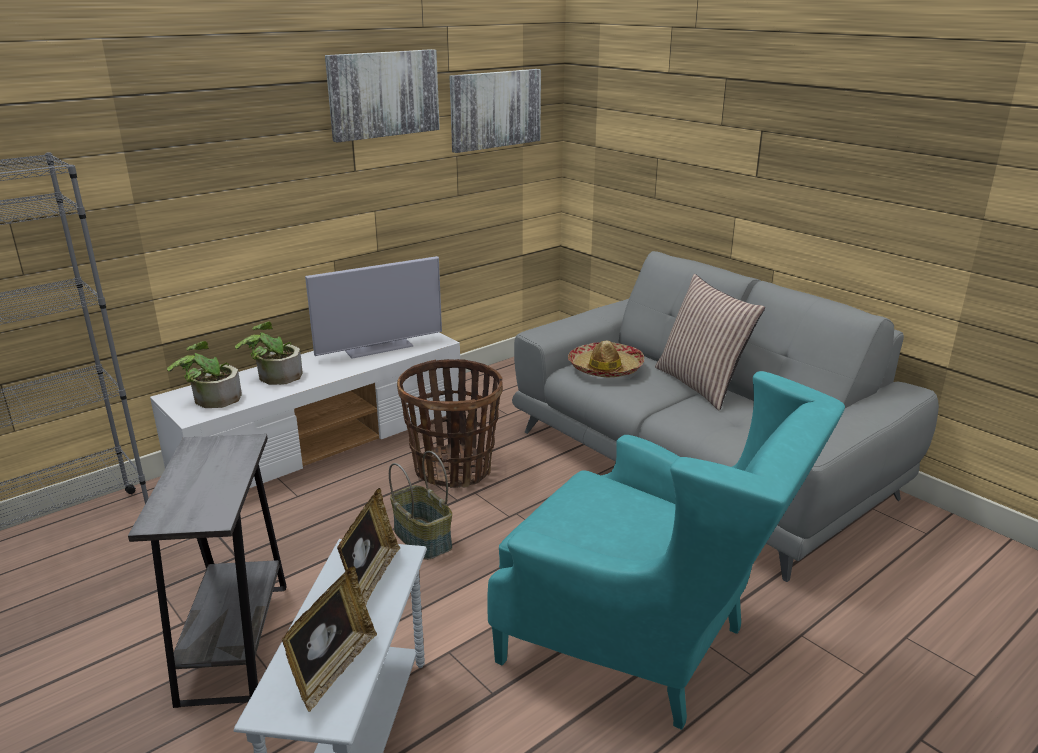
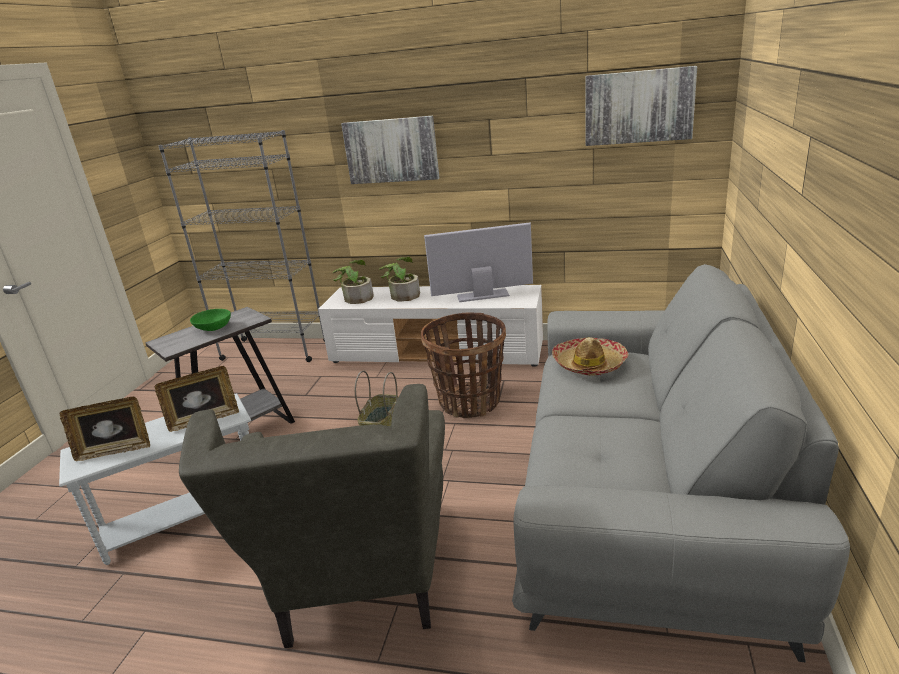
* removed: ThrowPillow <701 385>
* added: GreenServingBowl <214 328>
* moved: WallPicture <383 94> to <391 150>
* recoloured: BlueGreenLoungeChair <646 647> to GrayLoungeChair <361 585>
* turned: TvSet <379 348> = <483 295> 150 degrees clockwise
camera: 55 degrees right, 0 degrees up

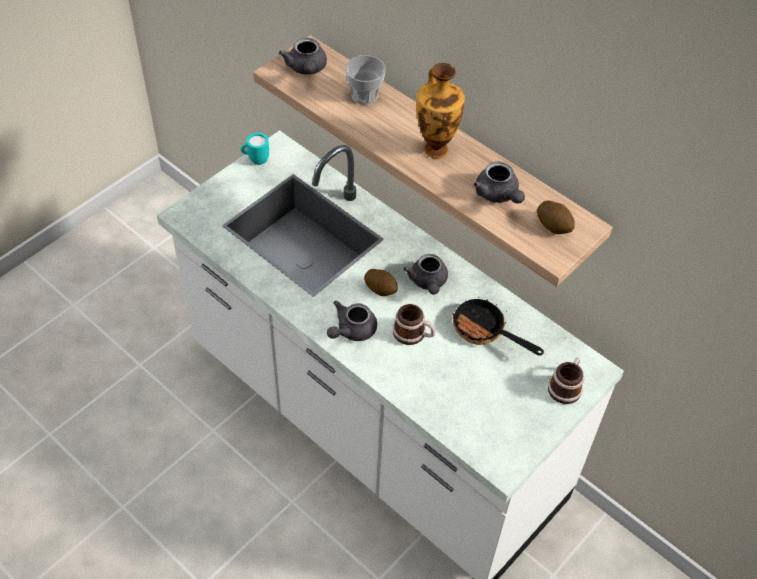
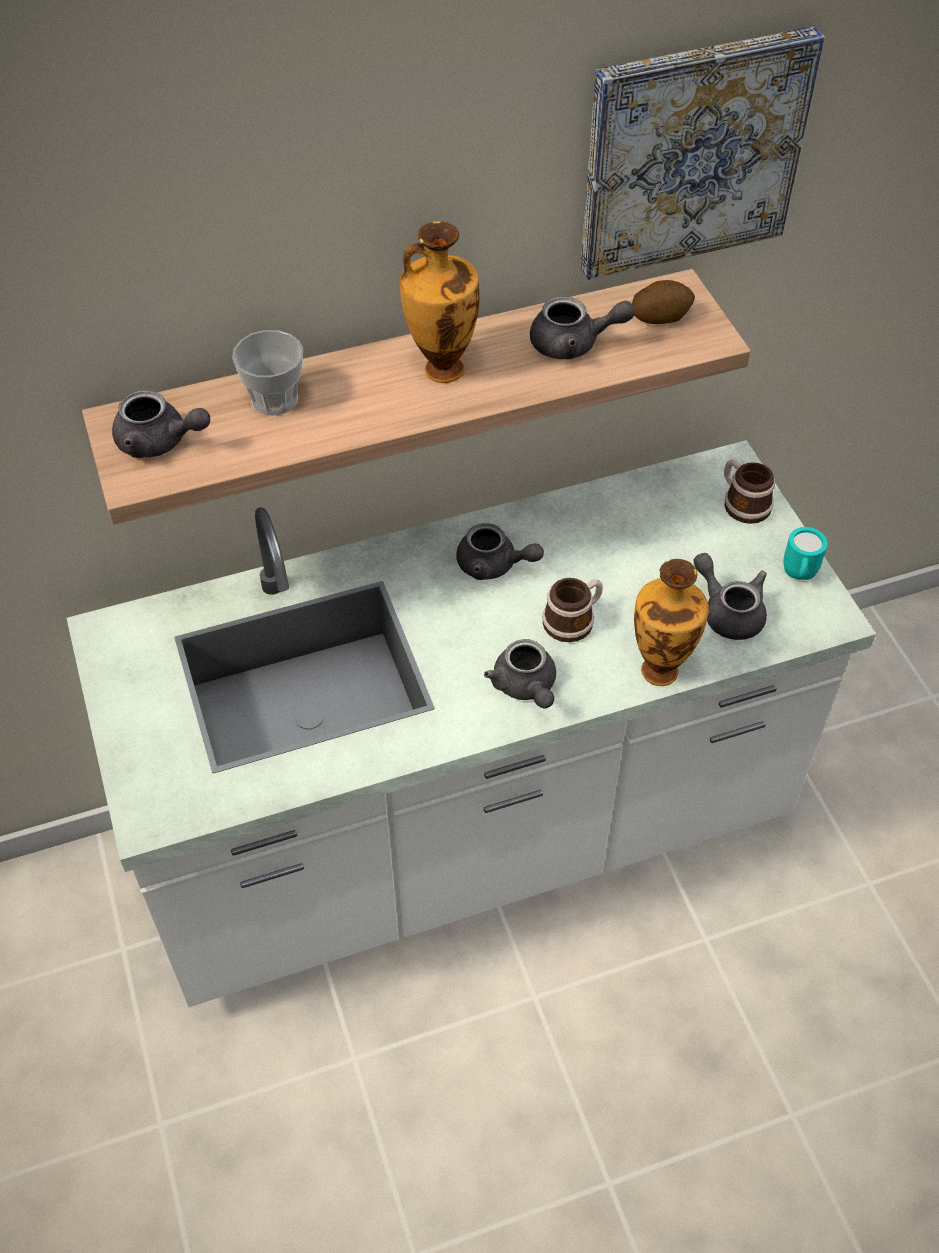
* removed: Potato <381 288>
* removed: Skillet <485 331>
* added: WallPicture <691 152>
* added: DecorativeVase <660 668>
* added: GrayPotForTea <728 611>
* moved: BlueGreenMug <255 160> to <798 576>
camera: 60 degrees left, 0 degrees up

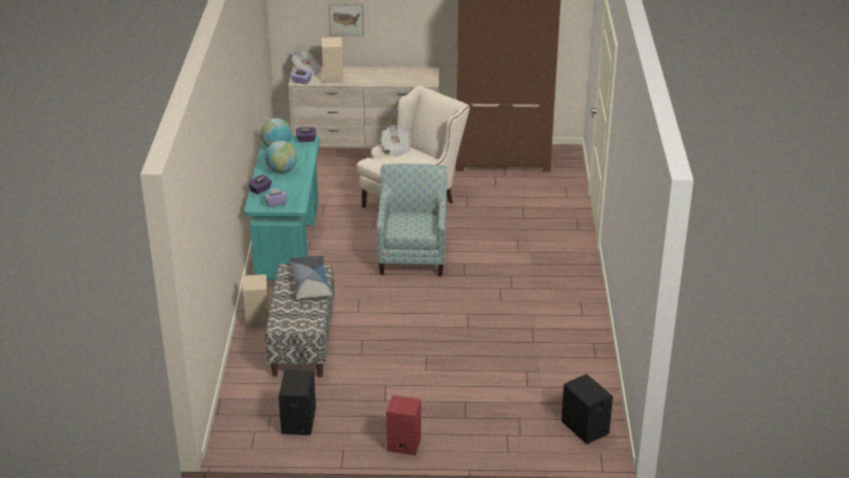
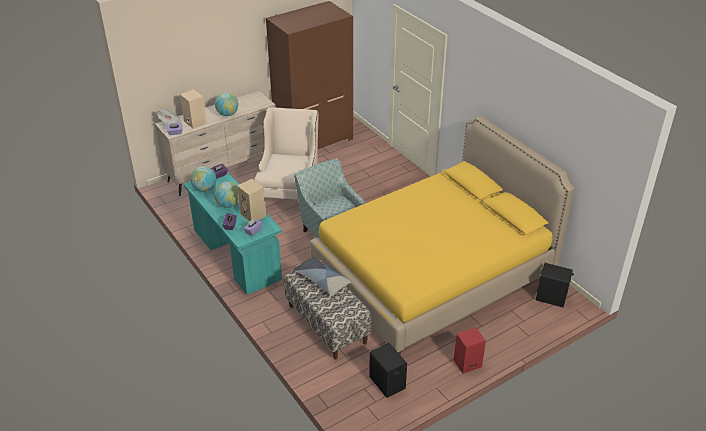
* removed: WallPicture <346 19>
* removed: PrintedPaper <396 149>
* added: Globe <227 114>
* added: YellowSleepingBed <433 273>
* moved: BeigeColouredLoudspeaker <258 320> to <254 215>
camera: 35 degrees left, 5 degrees up

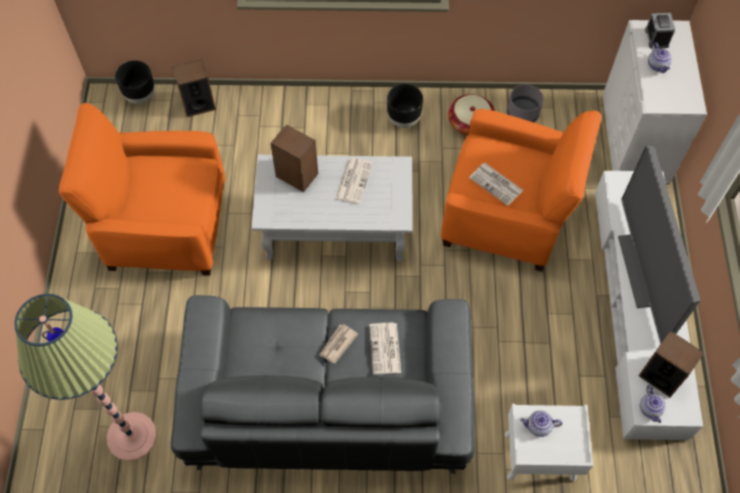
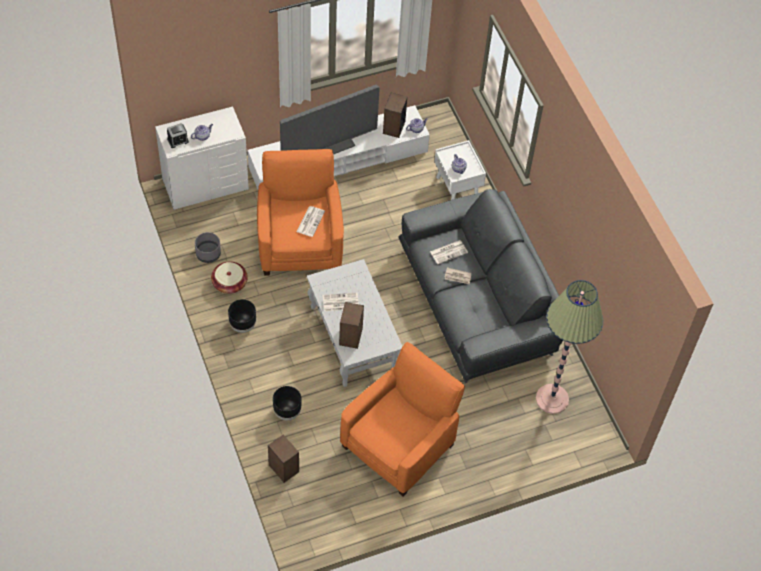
* moved: BlackPlanter <141 96> to <287 412>
* turned: OrangeColouredLoungeChair <165 226> = <399 444> 120 degrees counterclockwise
camera: 115 degrees left, 5 degrees down

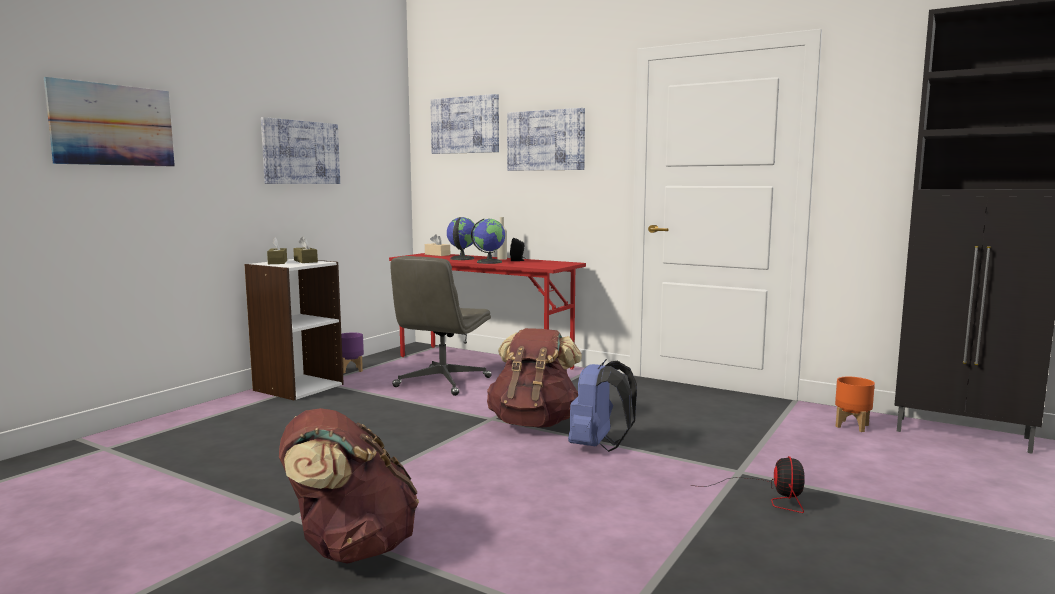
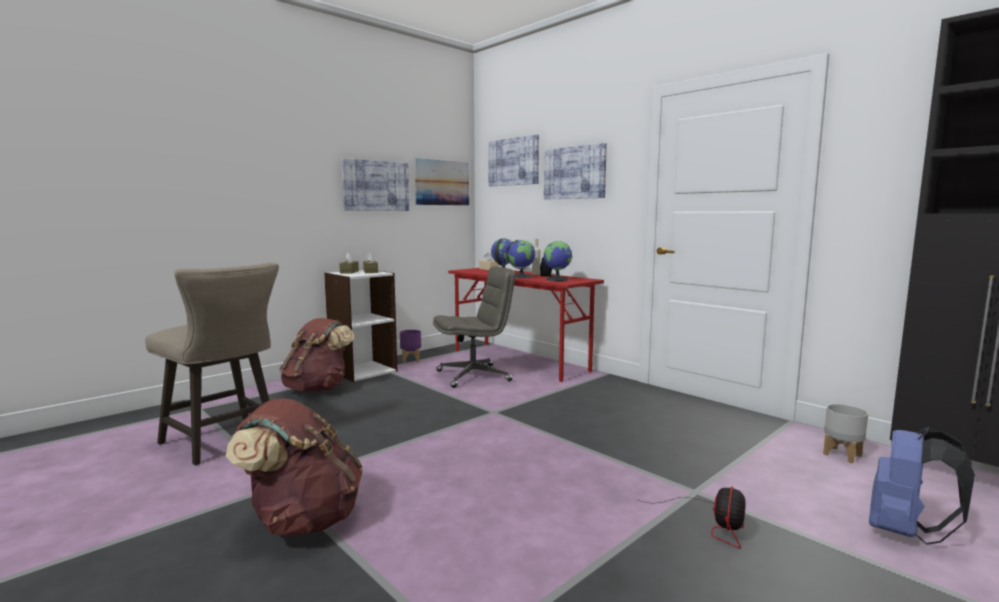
* added: BeigeColouredStoolSeat <224 442>
* added: Globe <557 279>
* moved: WallPicture <113 125> to <442 183>
* moved: BrownBackpack <534 423> to <318 389>
* moved: BluishBackpack <598 446> to <905 532>
* recoloured: OrangeColouredPlanter <852 426> to GrayPlanter <843 455>
* turned: GrayDeskChair <442 382> = <474 376> 150 degrees counterclockwise
camera: 15 degrees right, 0 degrees up

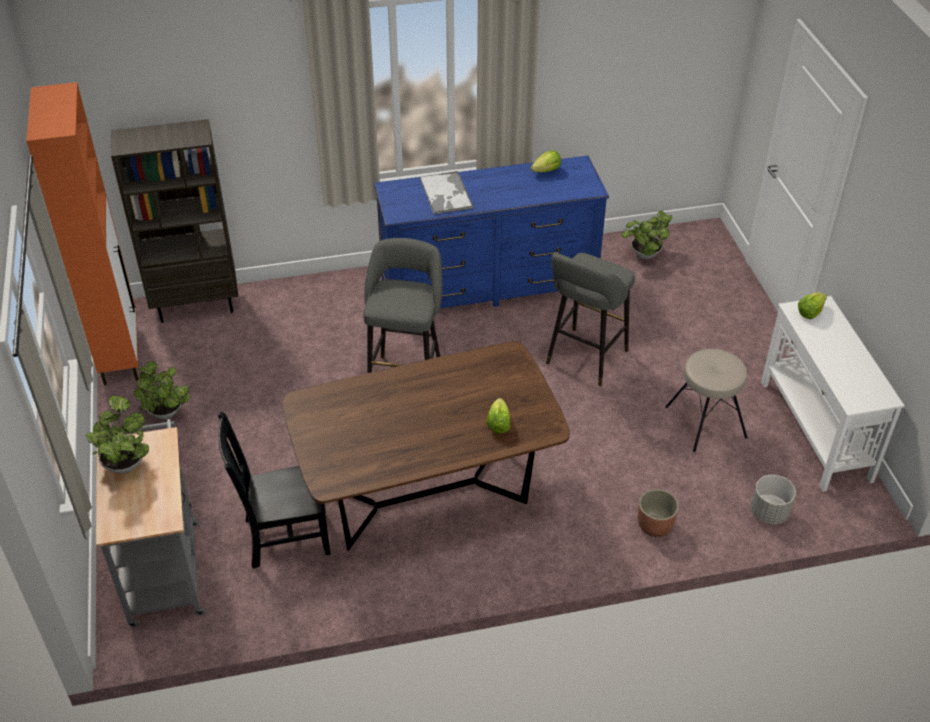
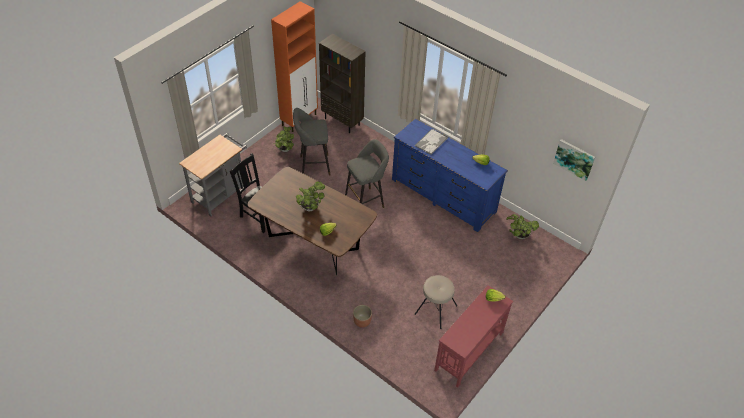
* removed: GrayPlanter <769 513>
* added: WallPicture <574 159>
* moved: PlantInAPot <125 462> to <310 207>
* moved: GrayStoolSeat <584 359> to <312 165>
* recoloured: WhiteColouredNarrowTable <814 431> to RedColouredNarrowTable <468 351>
camera: 50 degrees right, 5 degrees up

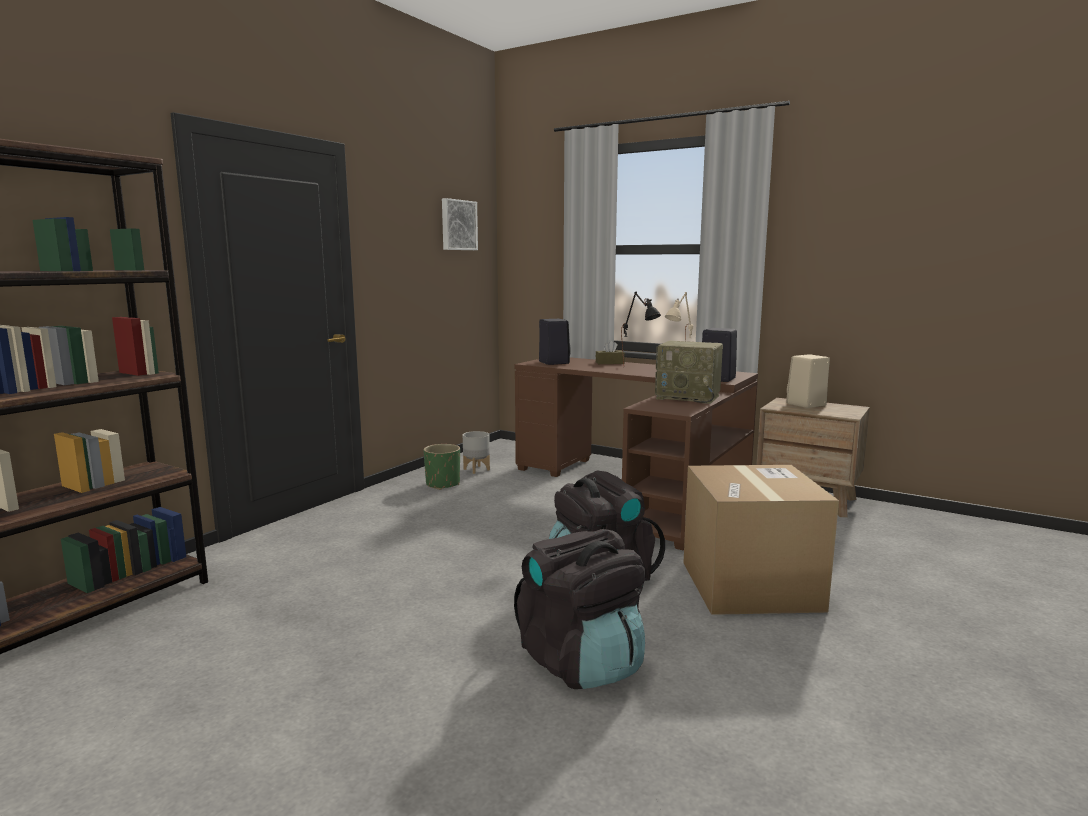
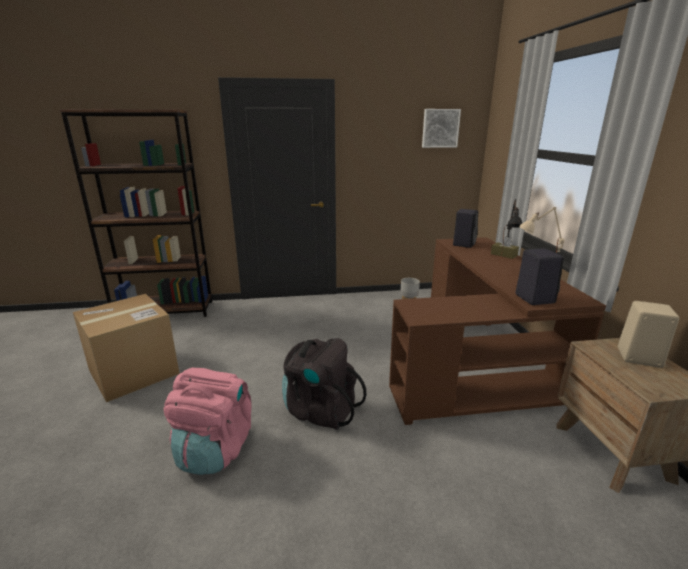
* removed: GreenPlanter <443 484>
* removed: RadioSet <689 397>
* moved: CardboardBox <750 586> to <134 372>
* recoloured: BlackBackpack <581 662> to PinkBackpack <215 449>
camera: 50 degrees right, 10 degrees up

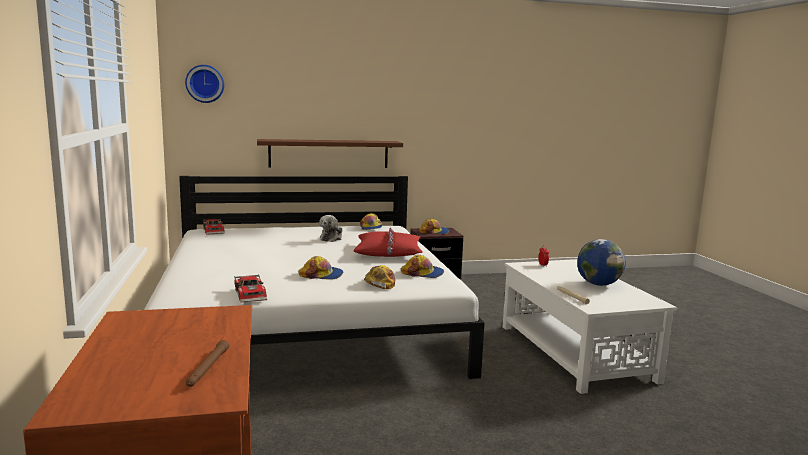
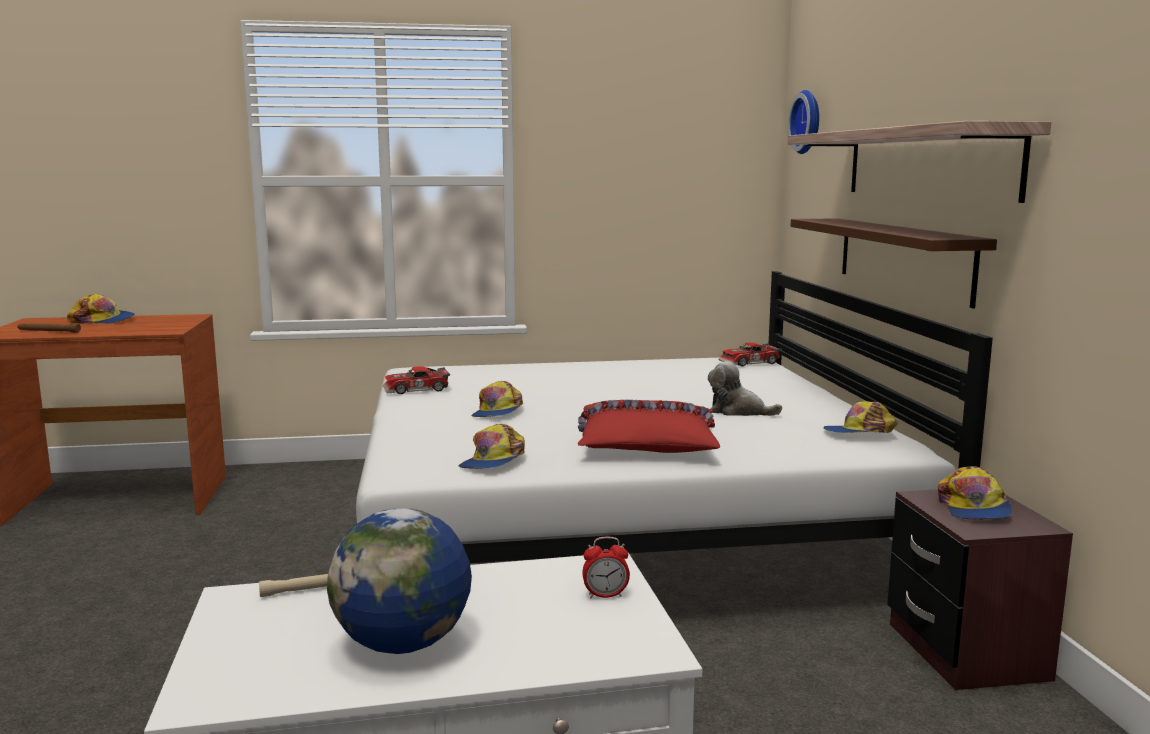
* added: Shelf <926 163>
* moved: Cap <380 283> to <103 320>
camera: 95 degrees right, 0 degrees up

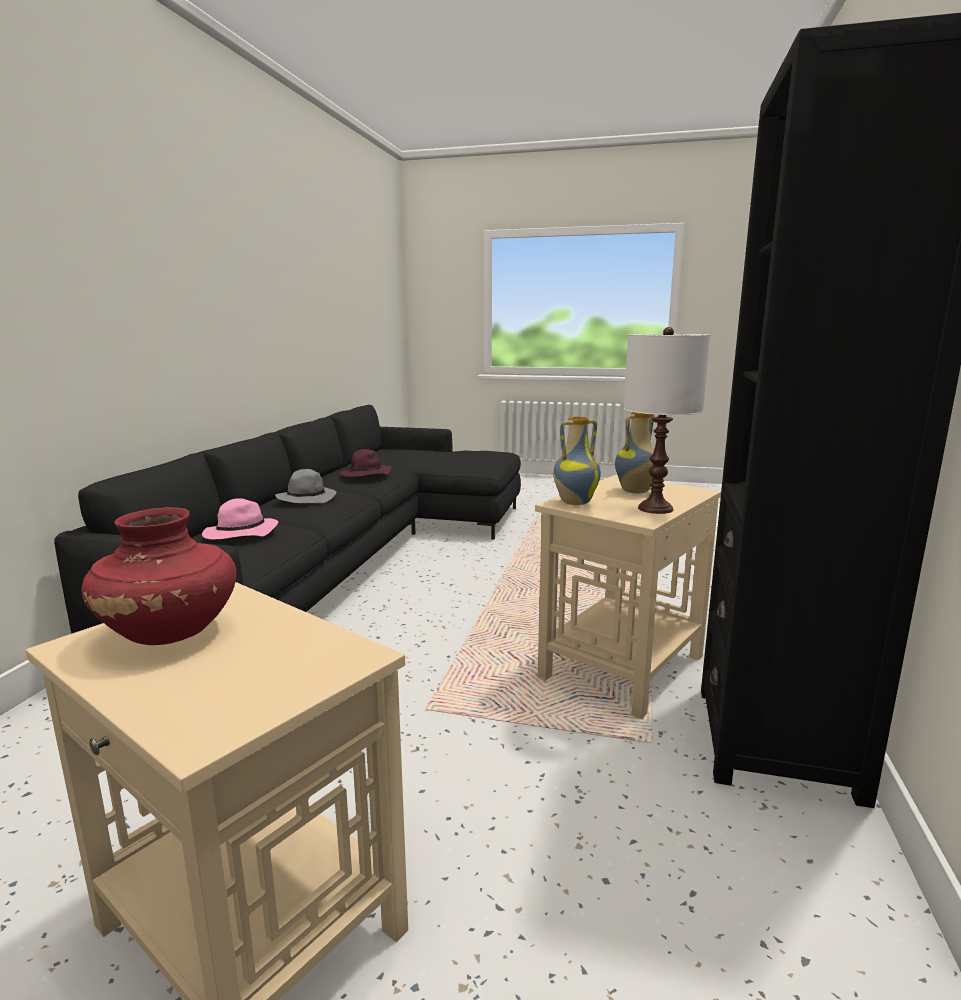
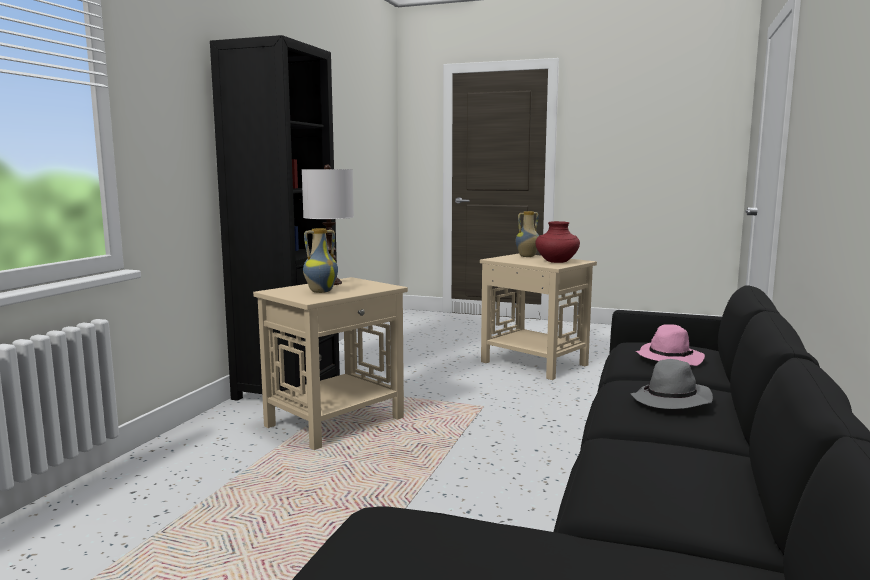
* removed: PurpleColouredHat <366 475>
* moved: DecorativeVase <574 502> to <527 256>
camera: 175 degrees left, 5 degrees down

